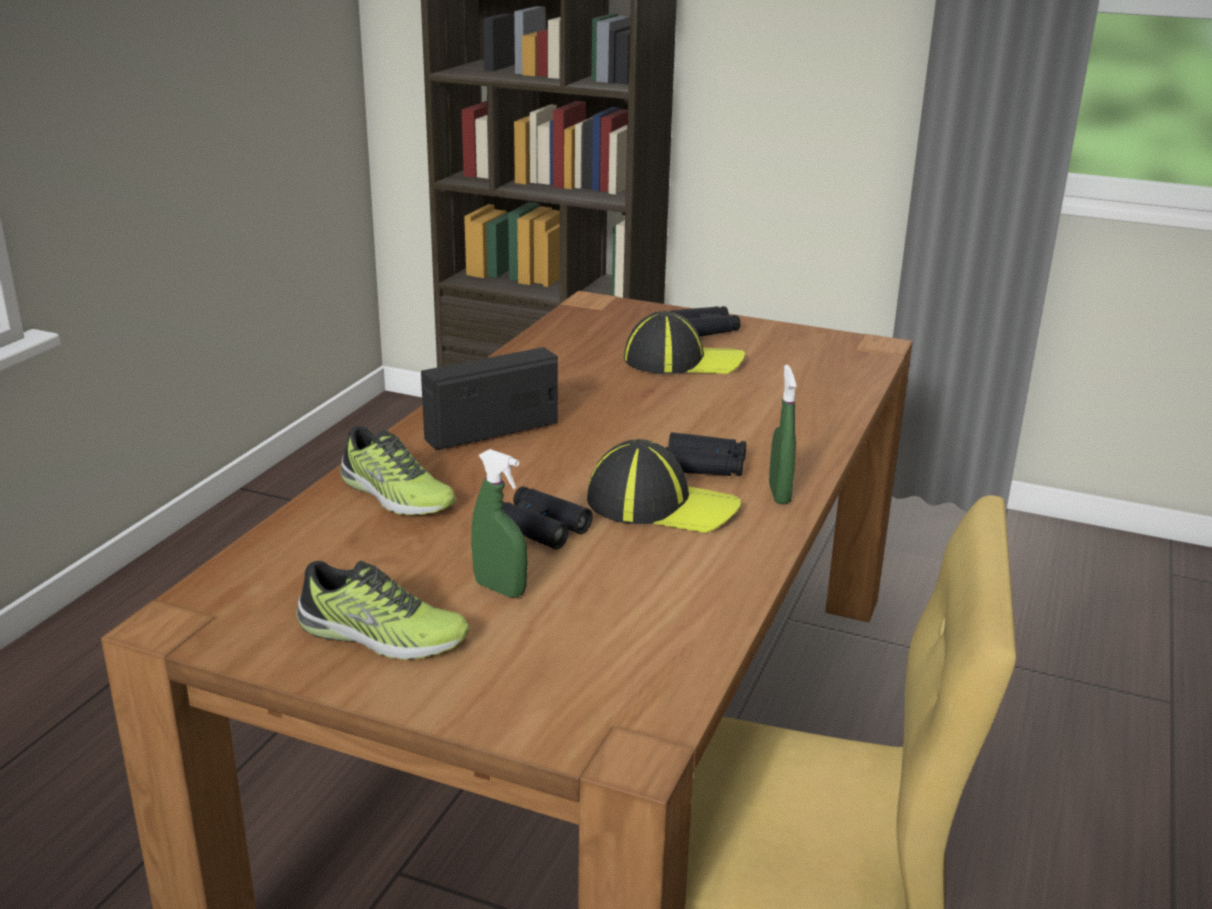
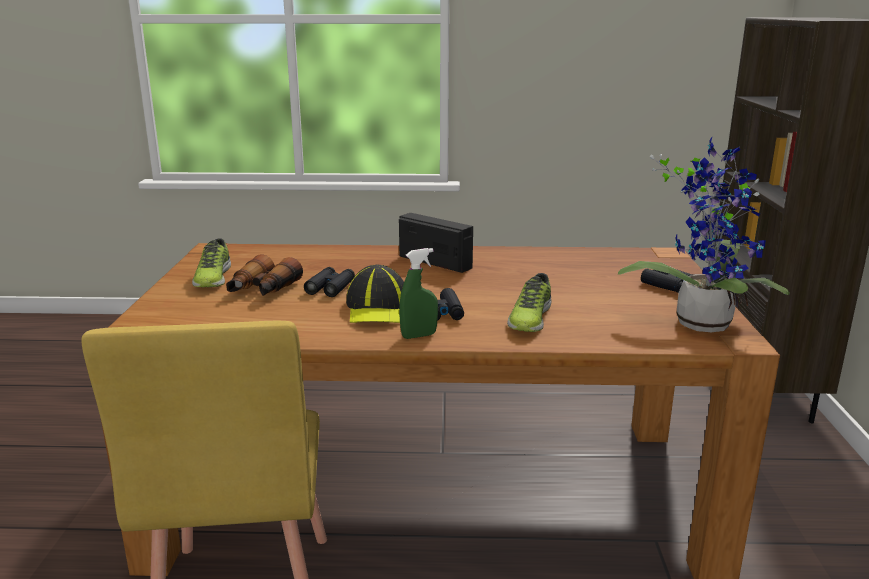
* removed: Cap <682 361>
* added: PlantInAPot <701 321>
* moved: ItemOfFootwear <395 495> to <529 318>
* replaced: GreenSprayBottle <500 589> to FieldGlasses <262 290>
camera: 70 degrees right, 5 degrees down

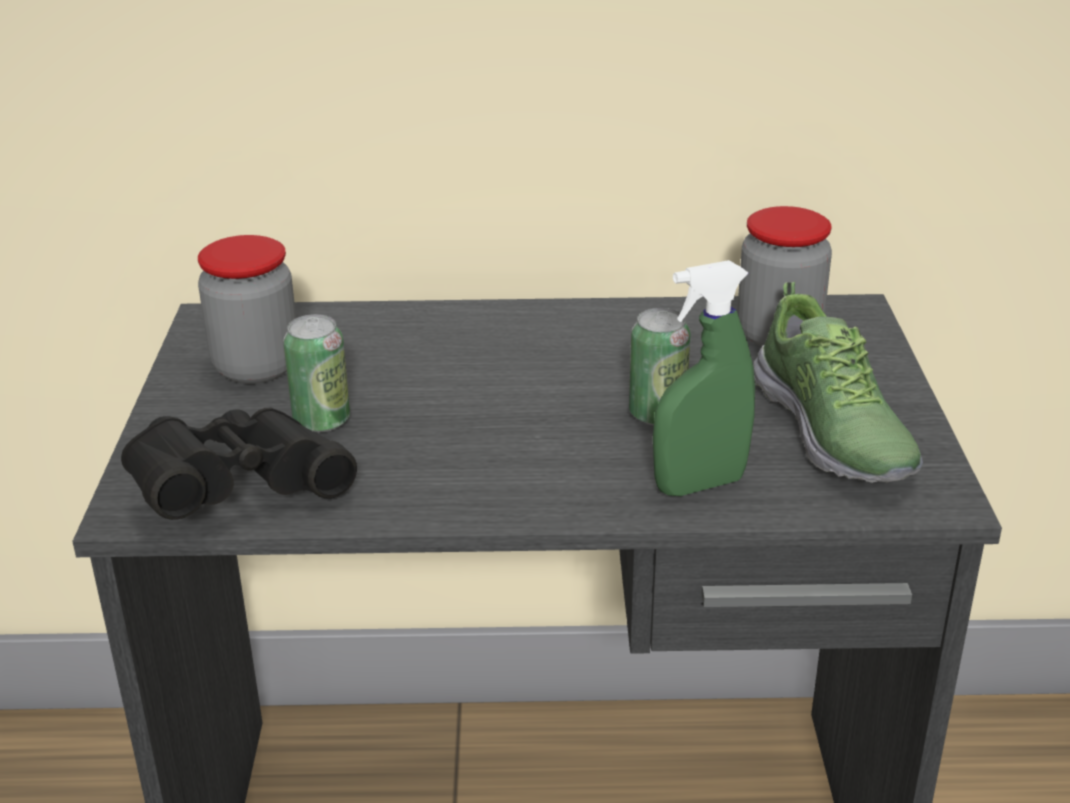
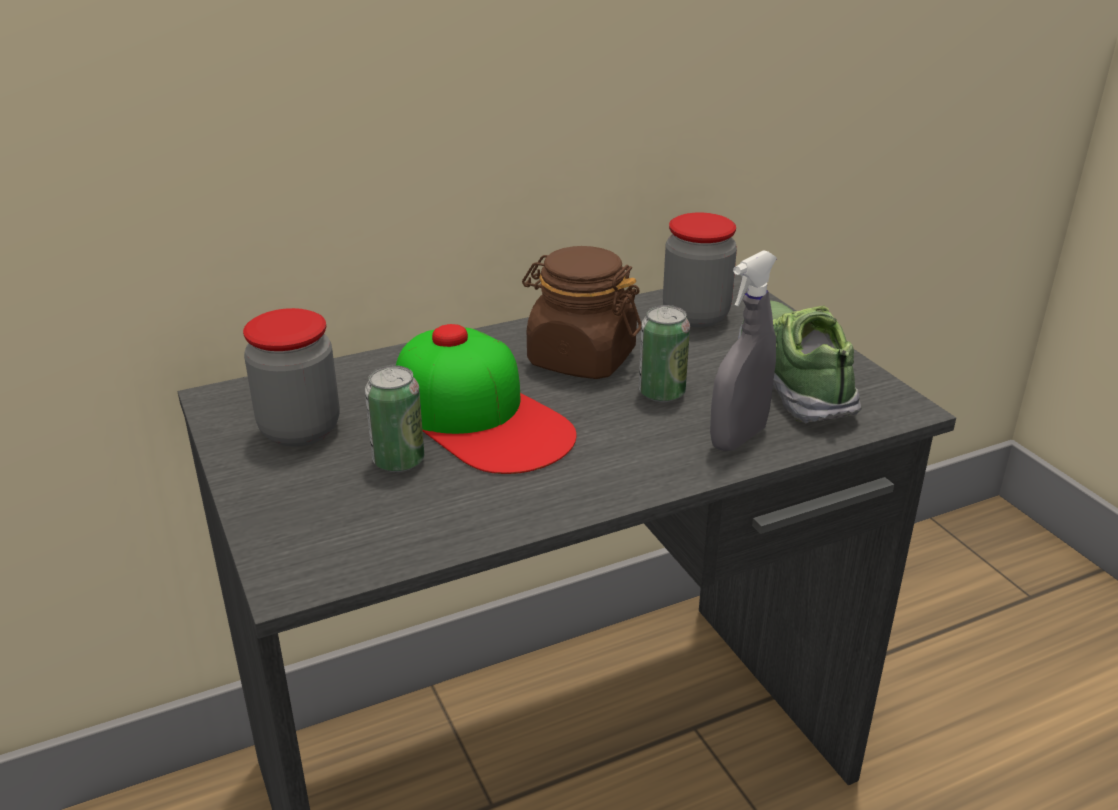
* removed: BlackFieldGlasses <236 493>
* added: Cap <481 417>
* added: BrownPreserveJar <580 359>
* recoloured: GreenSprayBottle <699 485> to GraySprayBottle <738 438>
* turned: ItemOfFootwear <832 432> = <793 377> 150 degrees counterclockwise
camera: 25 degrees left, 0 degrees up

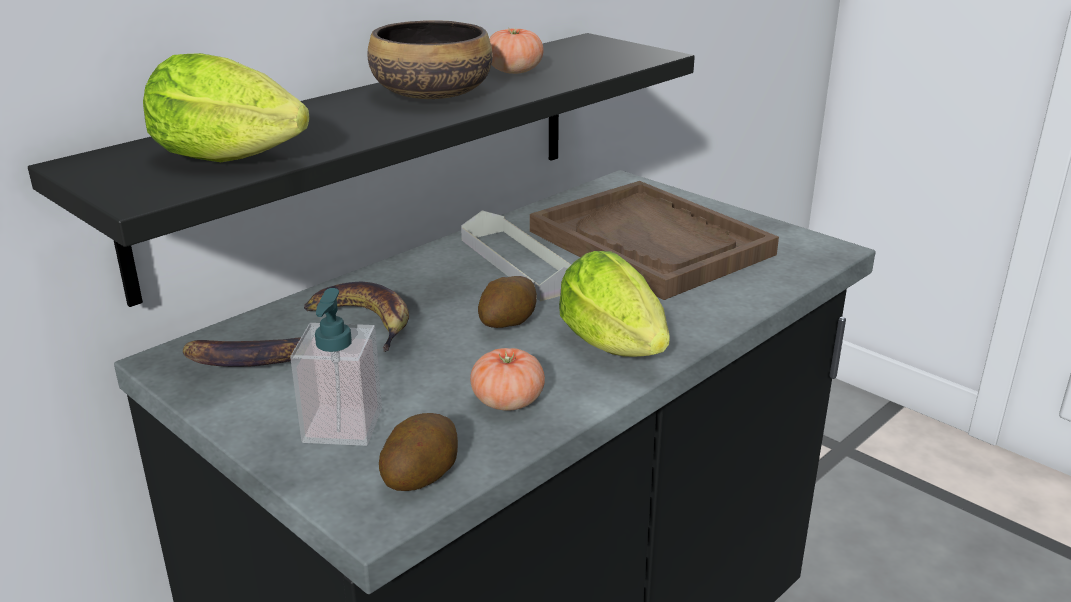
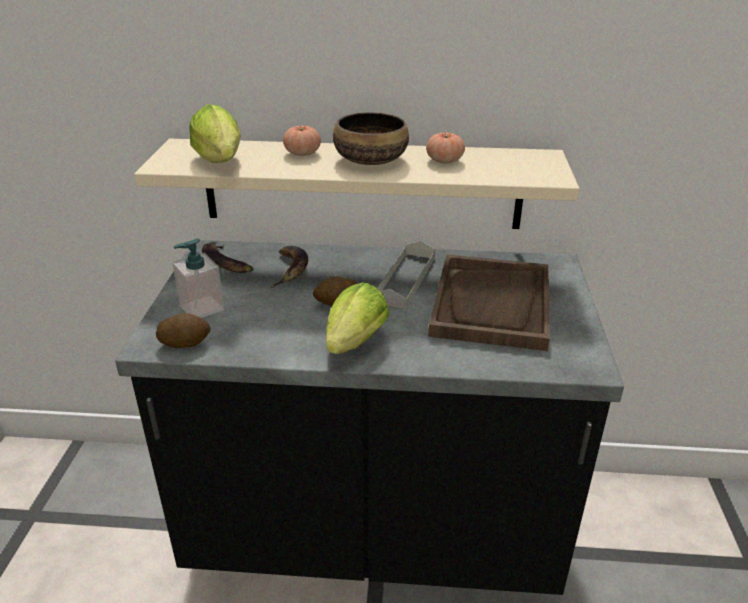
* moved: FreshTomato <507 401> to <302 153>
* recoloured: BlackShelf <371 154> to BeigeColouredShelf <362 184>
camera: 50 degrees right, 5 degrees up

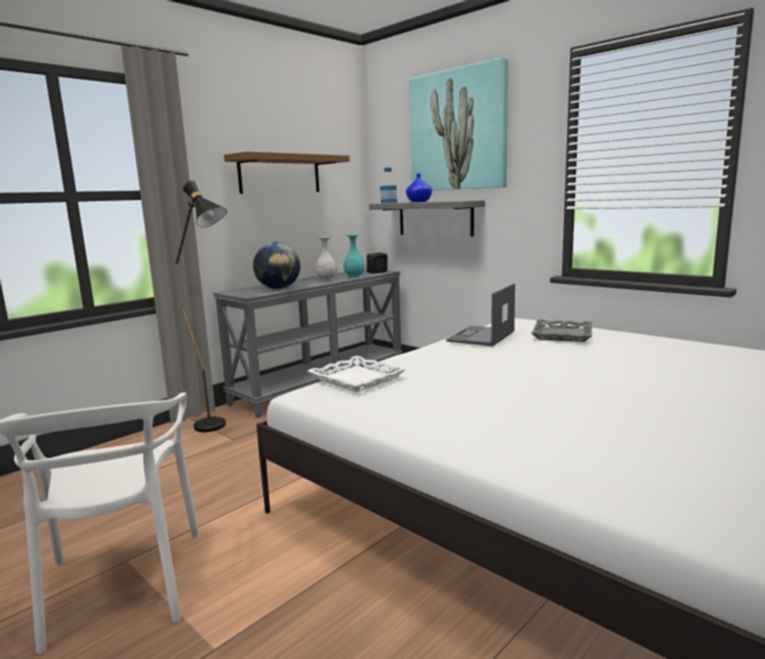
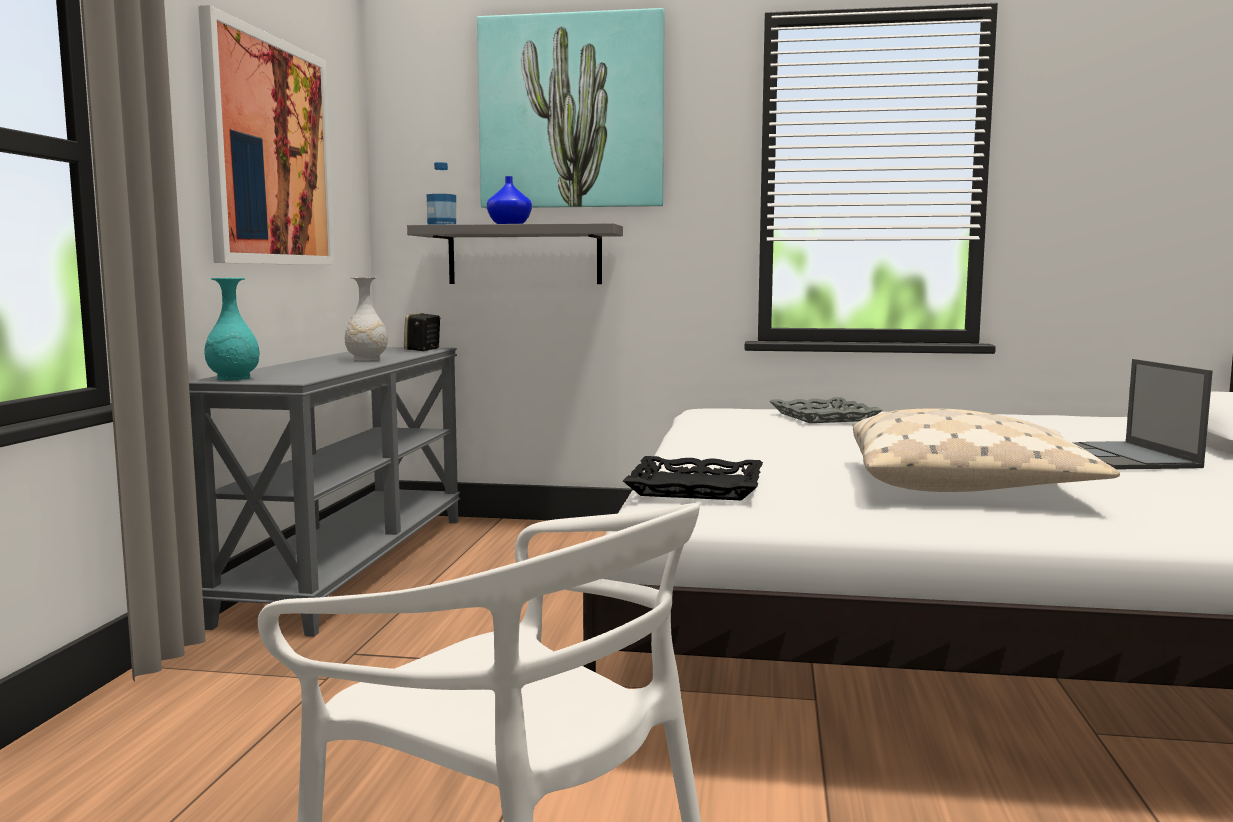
* removed: BlackFloorLamp <218 428>
* removed: Globe <278 288>
* added: BeigeColouredThrowPillow <968 485>
* moved: BlueGreenDecorativeVase <354 276> to <233 378>
* moved: PortableComputer <481 336> to <1123 457>
* replaced: BrownShelf <280 174> to WallPicture <270 152>
* recoloured: WhiteColouredServingTray <356 379> to BlackServingTray <695 488>
camera: 35 degrees left, 5 degrees down

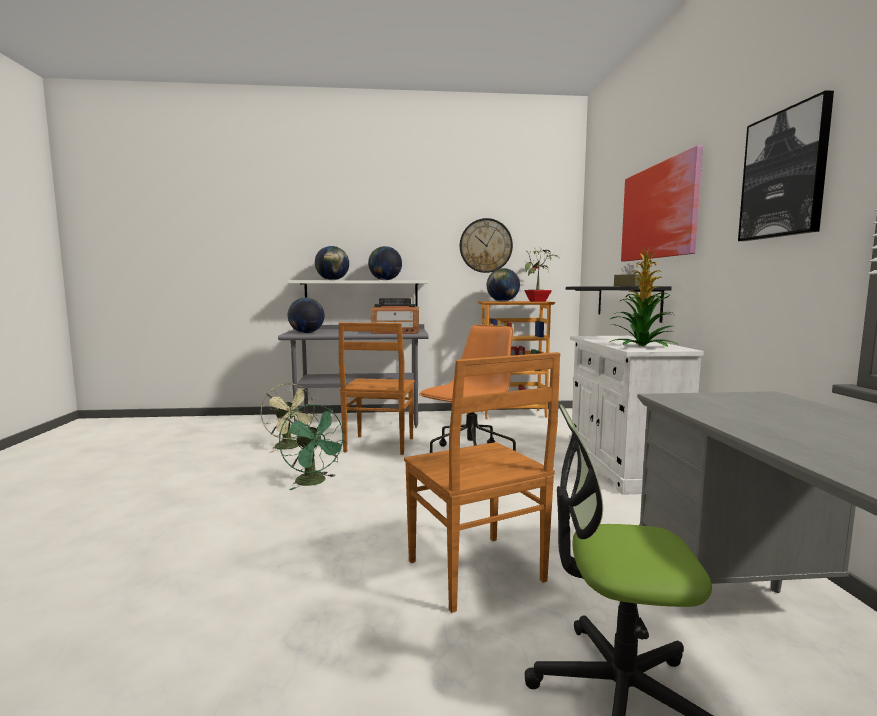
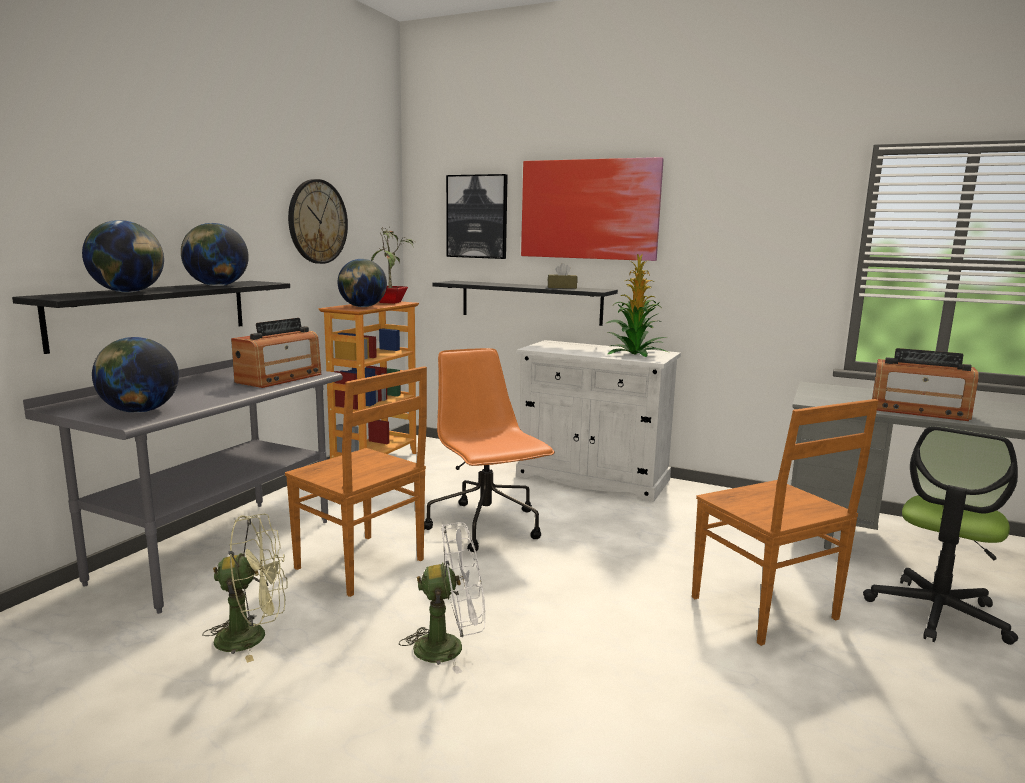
* added: RadioSet <918 411>
* moved: WallPicture <784 174> to <477 216>
* recoloured: GreenCoolingFan <314 482> to WhiteColouredCoolingFan <449 647>
* recoloured: WhiteColouredShelf <361 293> to BlackShelf <154 312>
* turned: BrownUprightChair <477 573> = <766 610> 60 degrees clockwise
camera: 60 degrees left, 5 degrees up

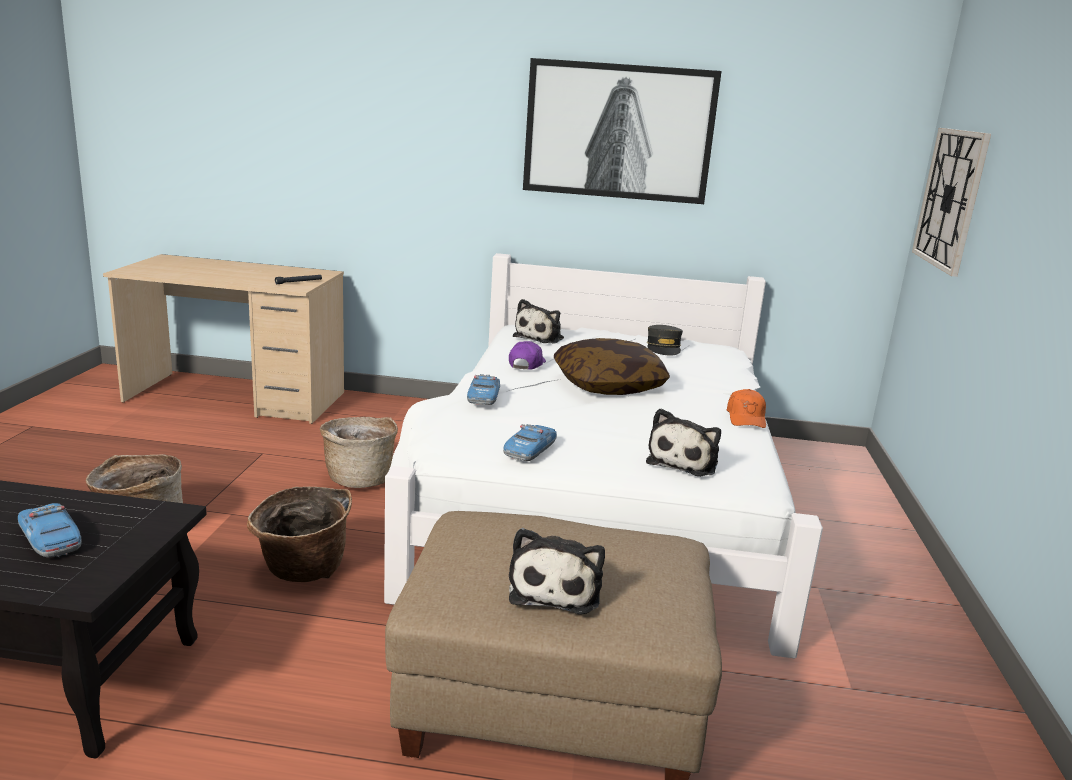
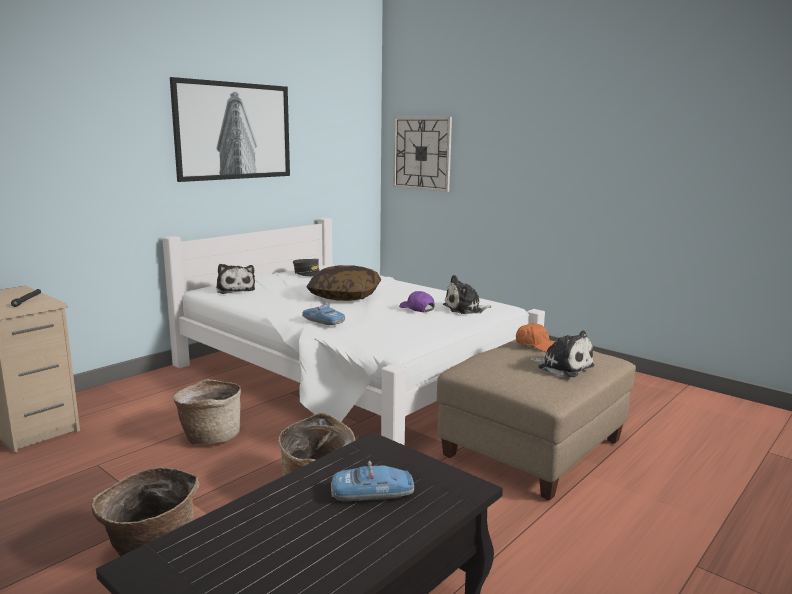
* removed: ModelCar <530 450>
* moved: PurpleColouredCap <526 364> to <417 309>
* moved: OrangeColouredCap <746 418> to <536 345>
* turned: CuddlyToy <684 462> = <465 309> 105 degrees clockwise
camera: 55 degrees left, 5 degrees down

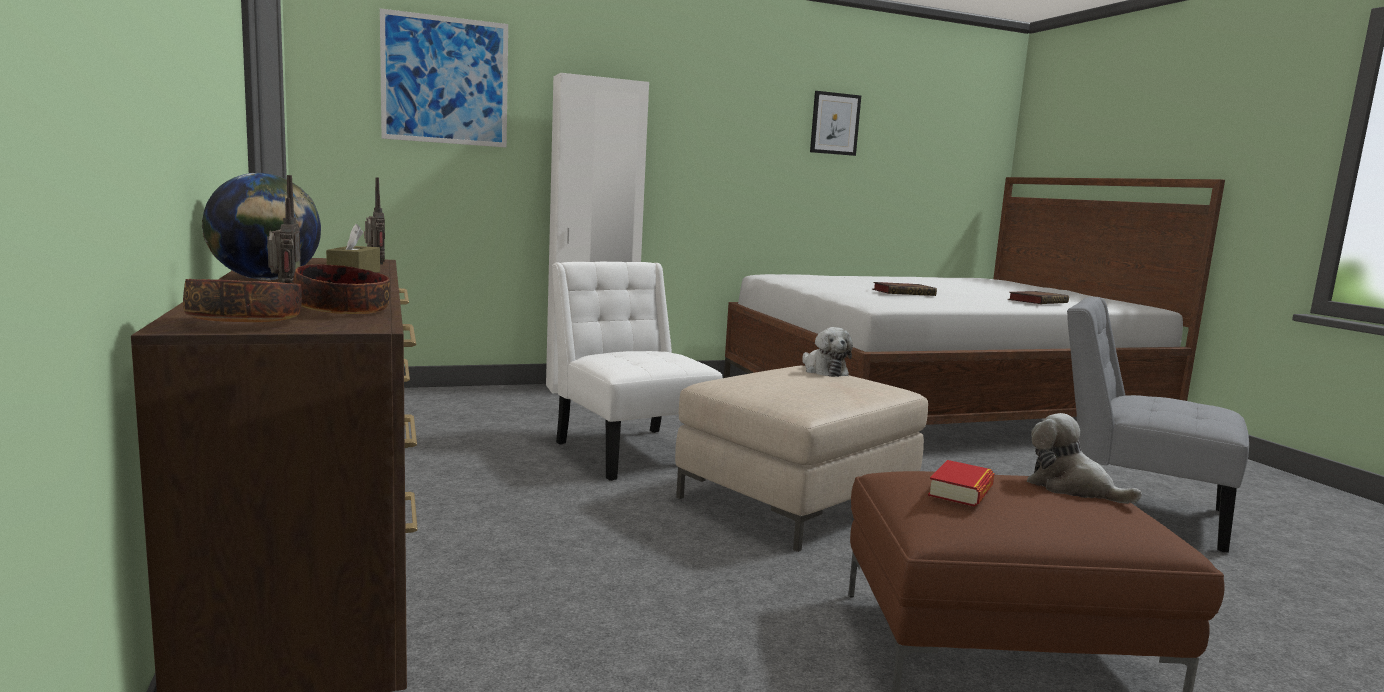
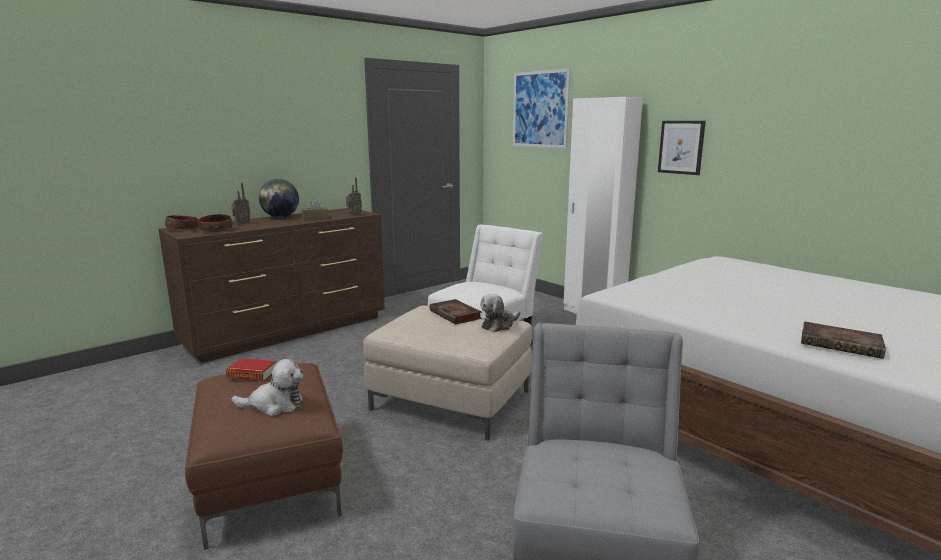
* moved: WallPicture <835 123> to <681 147>
* moved: BoundBook <904 293> to <456 315>
* turned: CuddlyToy <1071 488> = <274 405> 60 degrees clockwise
camera: 70 degrees right, 5 degrees up

